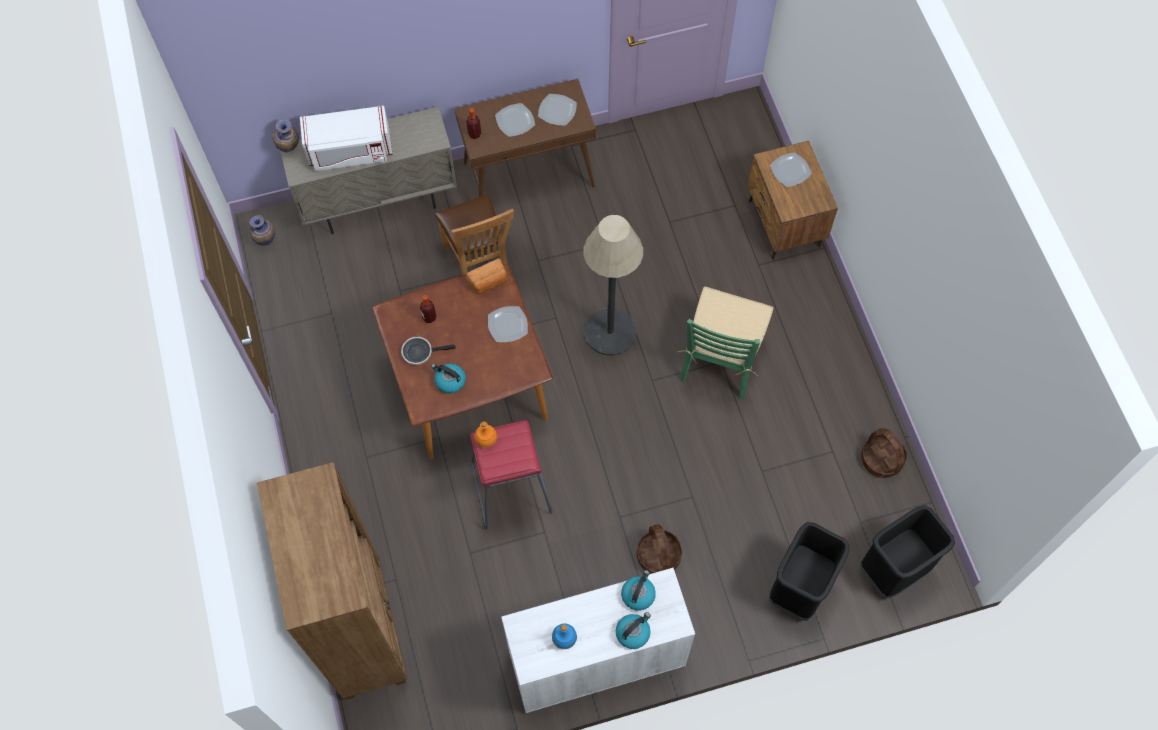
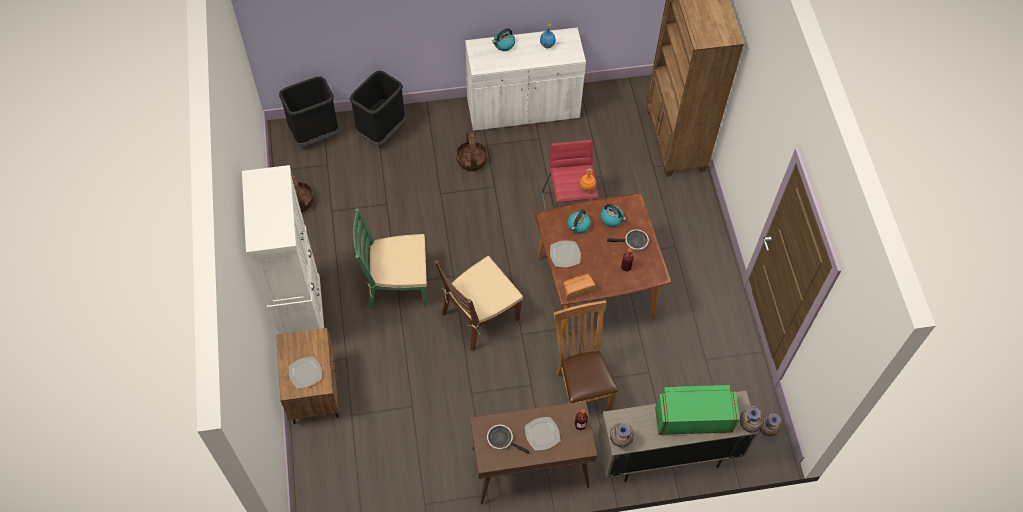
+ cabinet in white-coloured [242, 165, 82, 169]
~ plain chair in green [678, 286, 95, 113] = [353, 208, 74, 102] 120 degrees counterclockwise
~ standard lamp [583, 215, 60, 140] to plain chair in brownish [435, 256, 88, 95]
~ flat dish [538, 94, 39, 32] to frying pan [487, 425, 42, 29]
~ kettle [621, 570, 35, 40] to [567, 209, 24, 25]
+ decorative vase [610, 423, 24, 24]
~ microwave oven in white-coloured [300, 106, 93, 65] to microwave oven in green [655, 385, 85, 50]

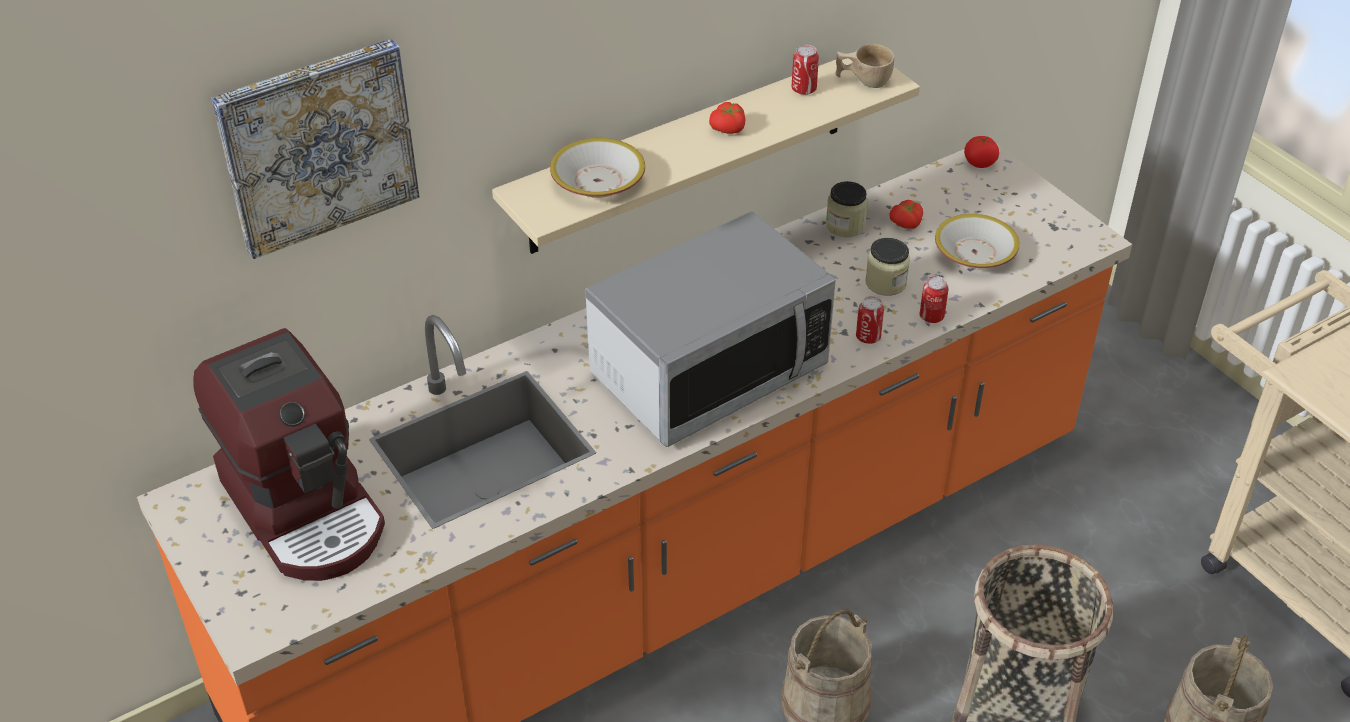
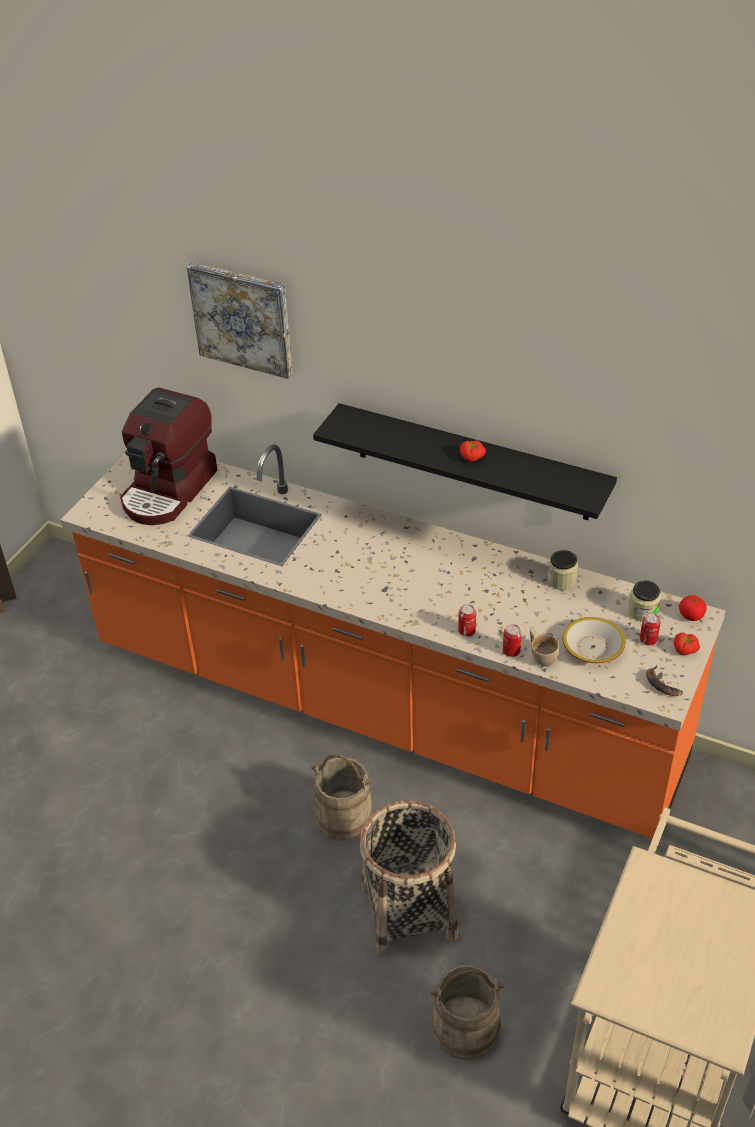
~ bracket shelf in sand-coloured [492, 58, 428, 196] to bracket shelf in black [313, 403, 304, 117]
~ cup in sand-coloured [835, 44, 59, 44] to [530, 627, 29, 40]
~ preserve jar [865, 238, 45, 58] to [628, 581, 33, 41]
~ metal can [792, 45, 27, 50] to [640, 613, 21, 32]
+ whole banana [646, 666, 37, 30]
~ whole tomato [889, 200, 34, 29] to [674, 632, 26, 23]
- deep dish [550, 138, 95, 60]
- microwave oven [585, 211, 251, 236]

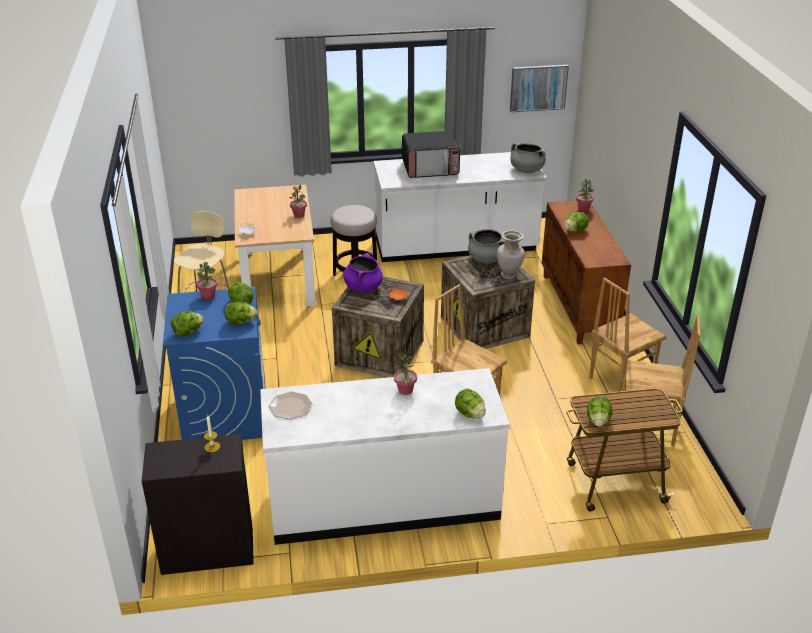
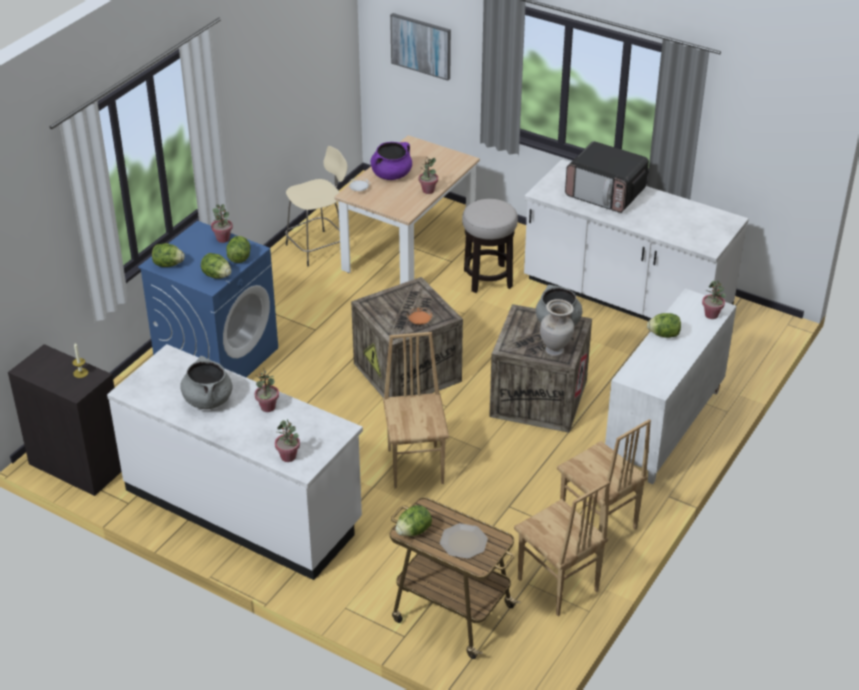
~ saucepot in greyish [510, 143, 36, 30] to [180, 356, 53, 53]
~ lettuce head [455, 389, 31, 29] to potted plant [275, 419, 25, 43]
~ saucepot in purple [343, 253, 40, 39] to [371, 142, 41, 38]
~ wall picture [510, 65, 59, 47] to [390, 13, 61, 68]
~ flat dish [269, 392, 44, 28] to [440, 523, 48, 36]
~ plain chair in brownish [589, 277, 77, 115] = [557, 419, 94, 114] 135 degrees counterclockwise
~ cabinet in brownish [542, 200, 89, 145] to cabinet in white-coloured [605, 288, 132, 196]

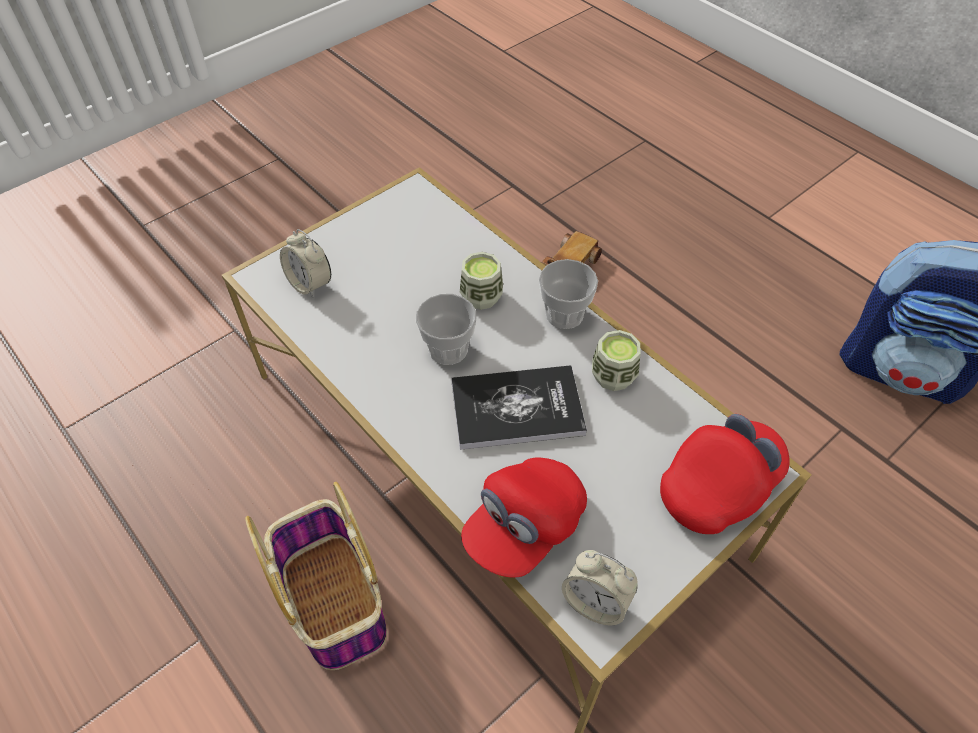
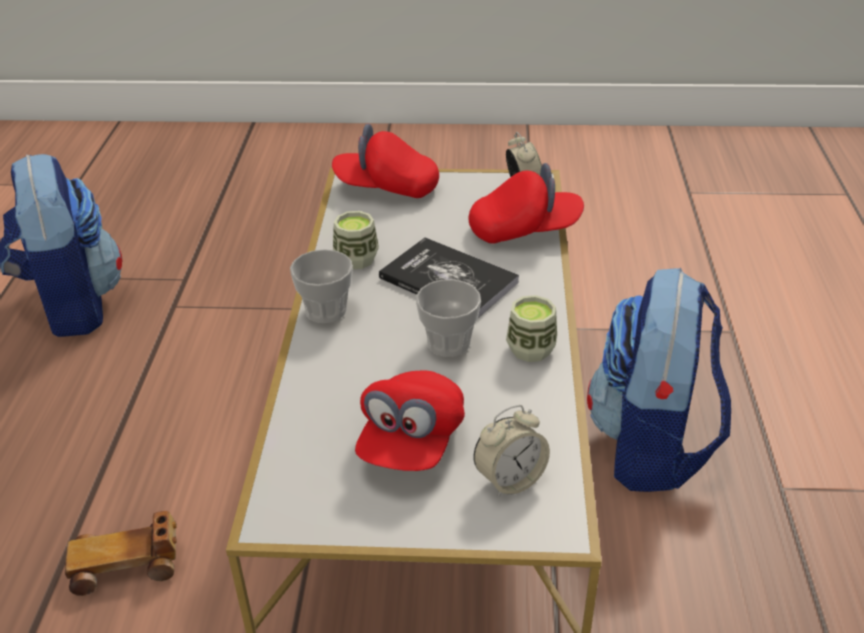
+ cap in red [355, 371, 110, 100]
~ table clock [280, 229, 51, 69] = [474, 405, 76, 93] 60 degrees clockwise
~ cup [460, 252, 43, 58] to [506, 295, 51, 67]
~ basket [245, 482, 142, 188] to knapsack [587, 268, 144, 224]

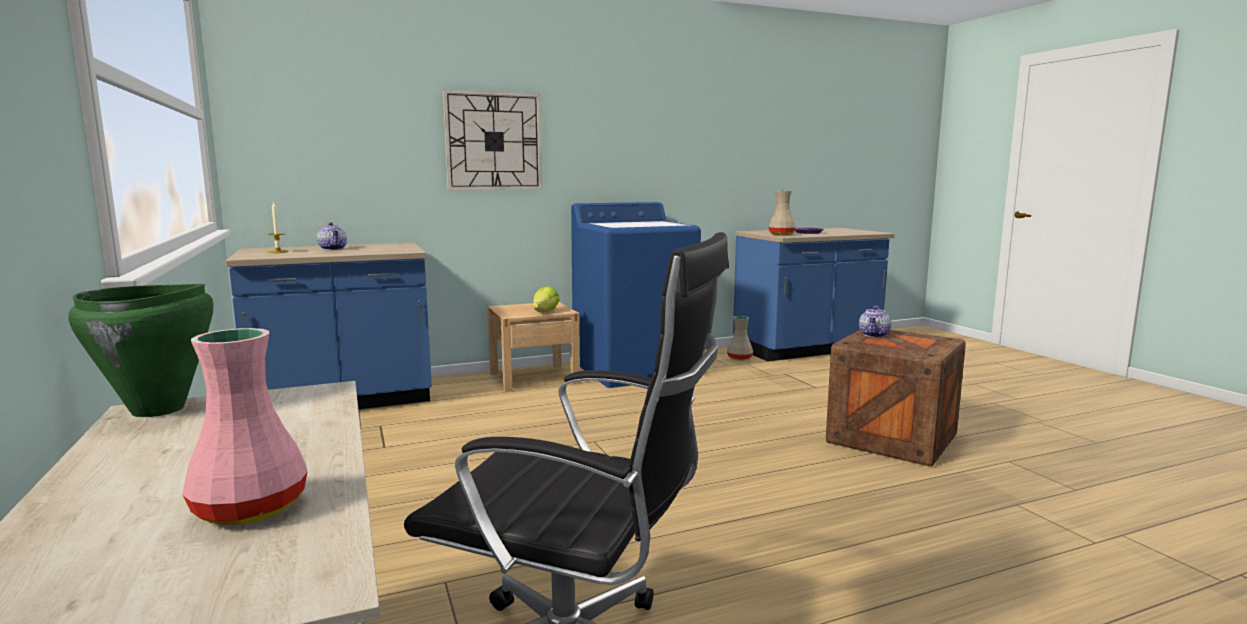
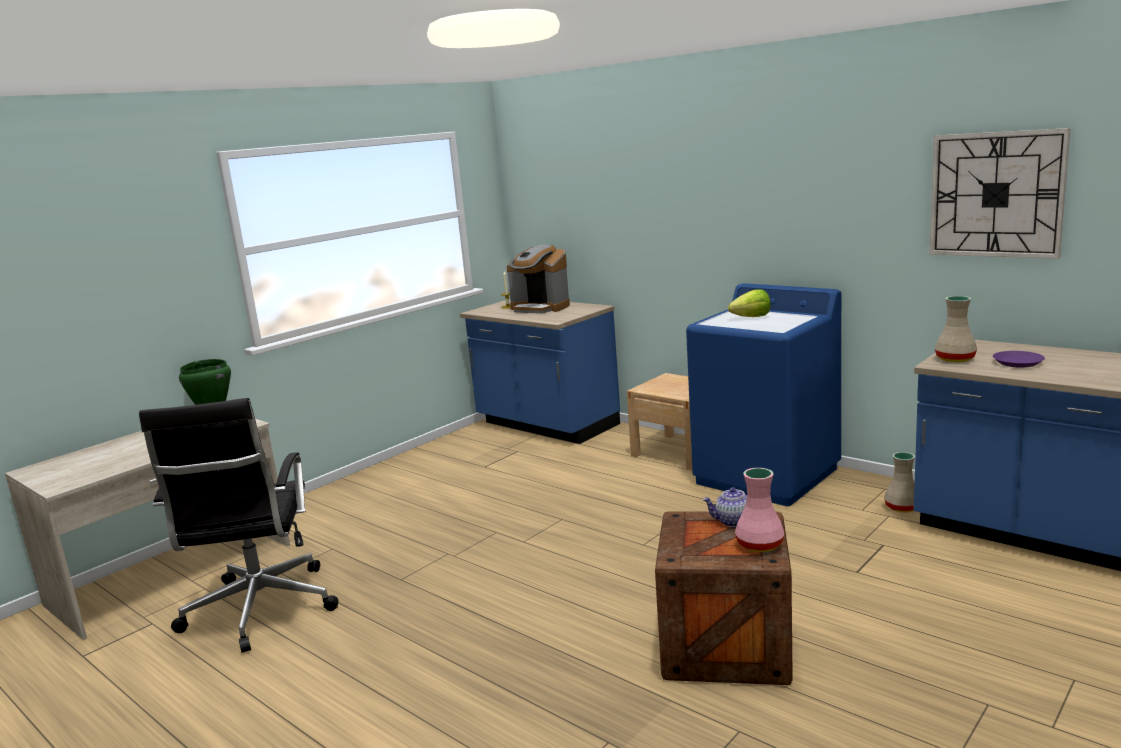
~ pot for tea [317, 222, 30, 28] to coffee maker [507, 245, 63, 69]
~ lettuce head [533, 286, 26, 26] to [728, 289, 43, 28]
~ decorative vase in pink [182, 328, 126, 197] to [735, 468, 49, 84]
~ clock on the wall [443, 89, 99, 102] to [929, 128, 141, 131]

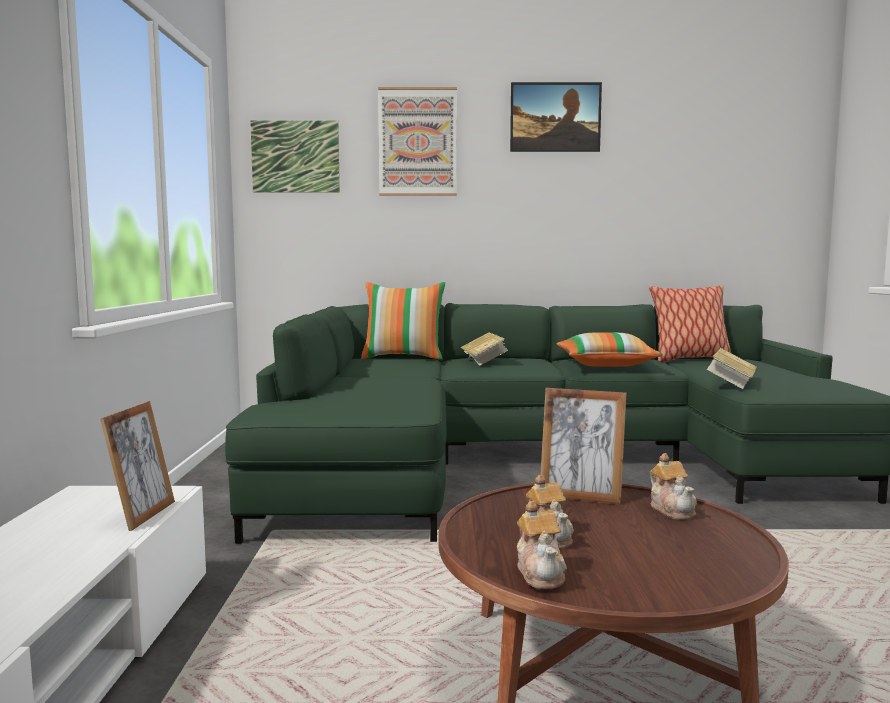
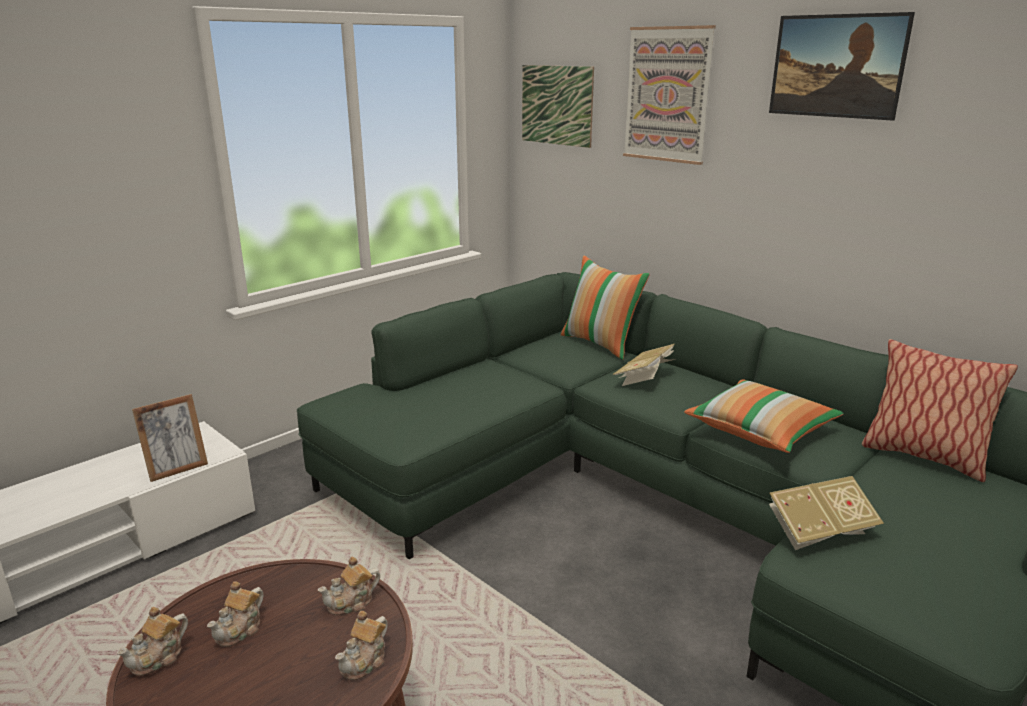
~ standing frame [541, 388, 85, 117] to pot for tea [318, 556, 62, 59]

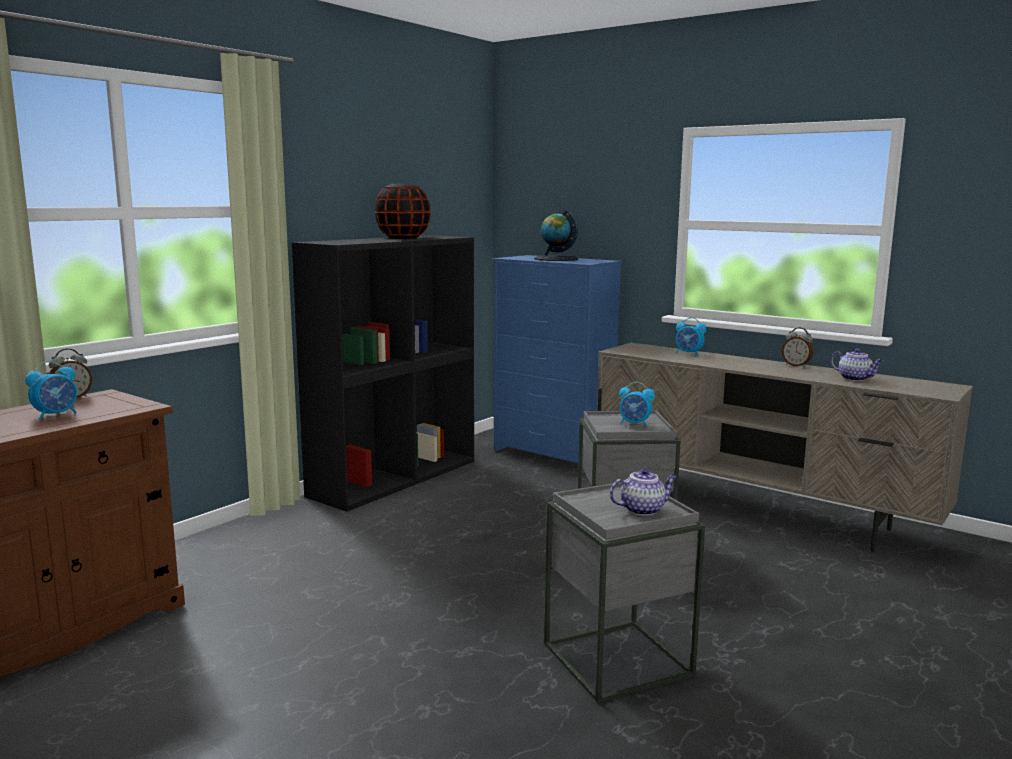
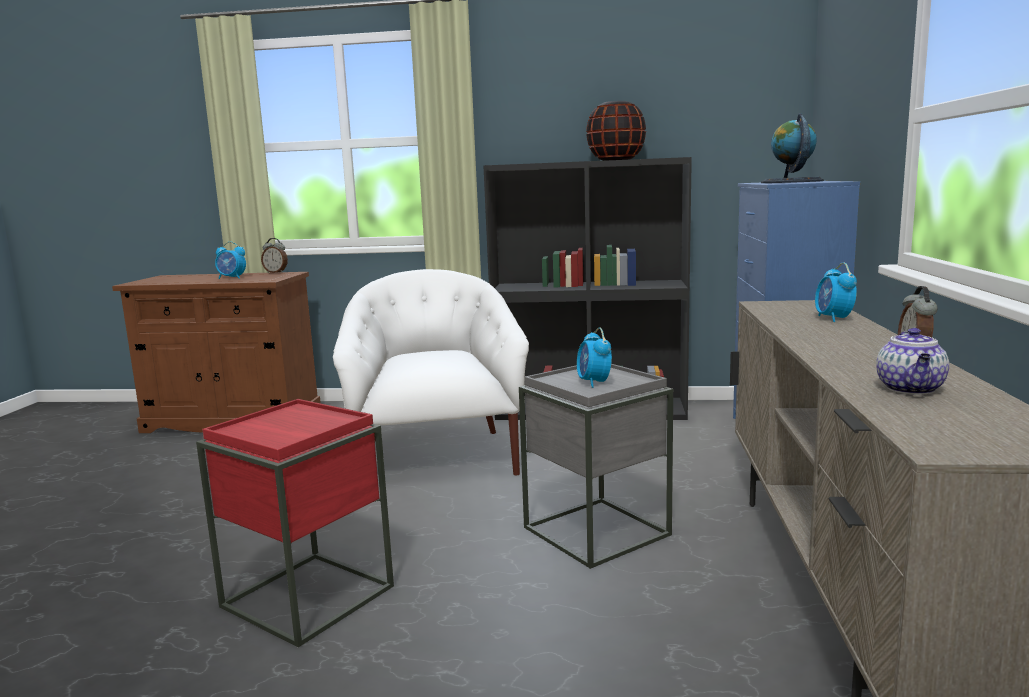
~ accent table in greyish [544, 482, 161, 221] to accent table in red [196, 399, 198, 249]
+ armchair in white-coloured [333, 269, 196, 207]
- pot for tea [610, 468, 67, 48]

